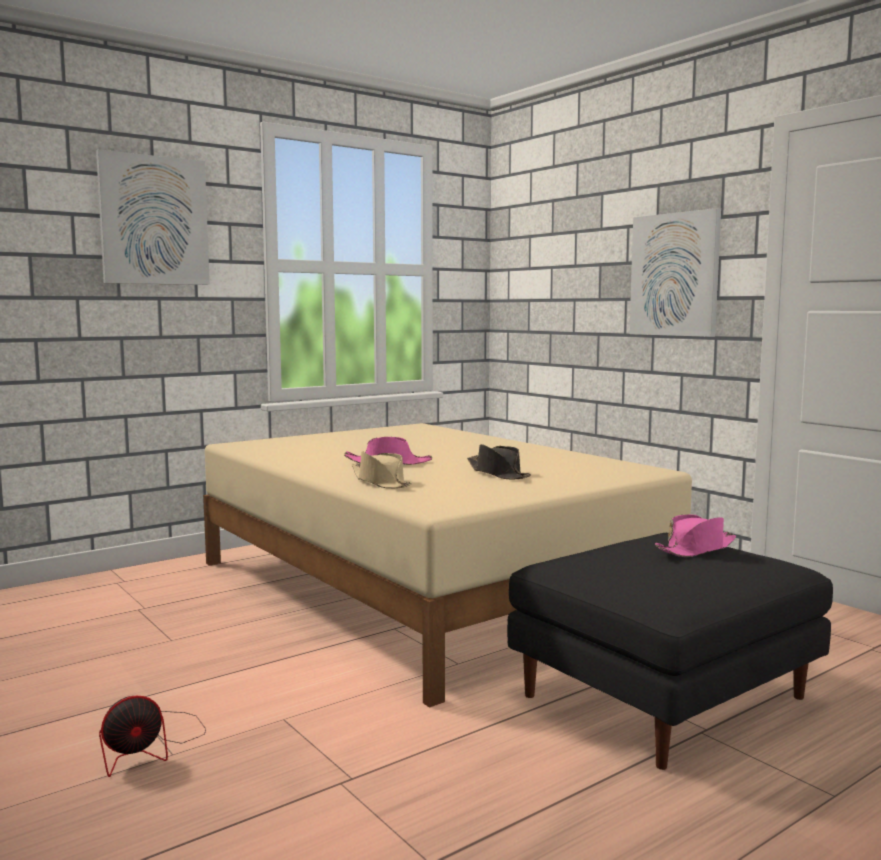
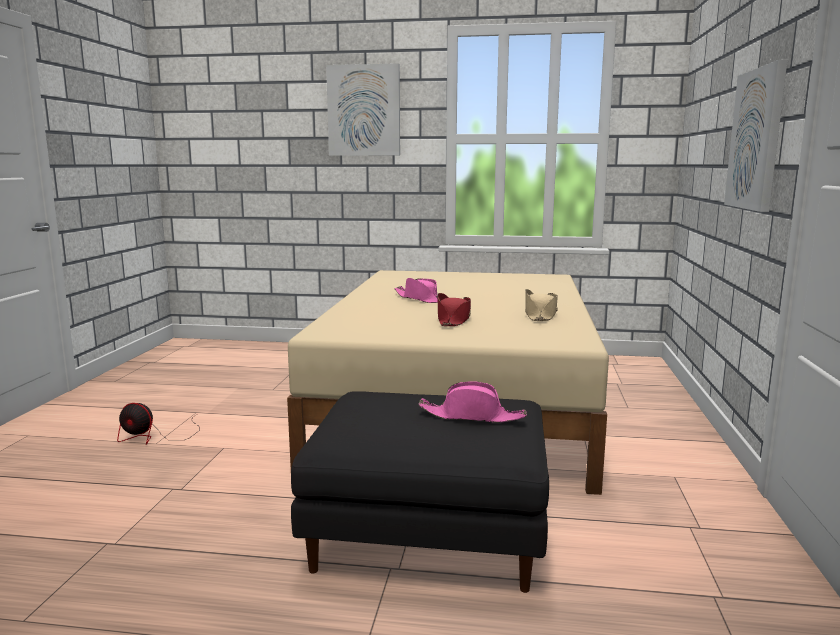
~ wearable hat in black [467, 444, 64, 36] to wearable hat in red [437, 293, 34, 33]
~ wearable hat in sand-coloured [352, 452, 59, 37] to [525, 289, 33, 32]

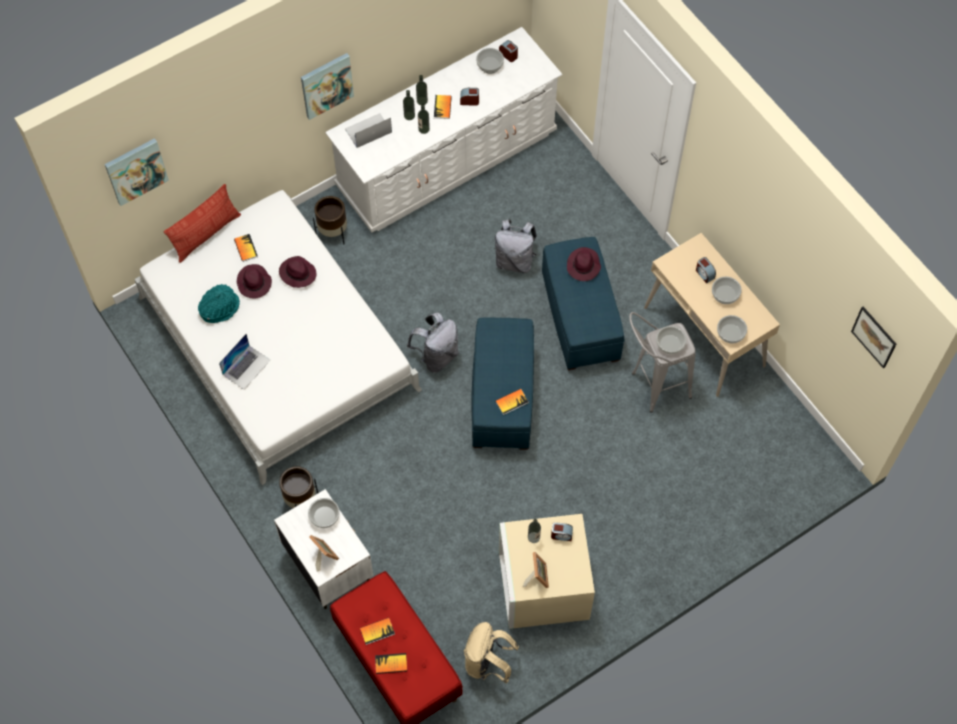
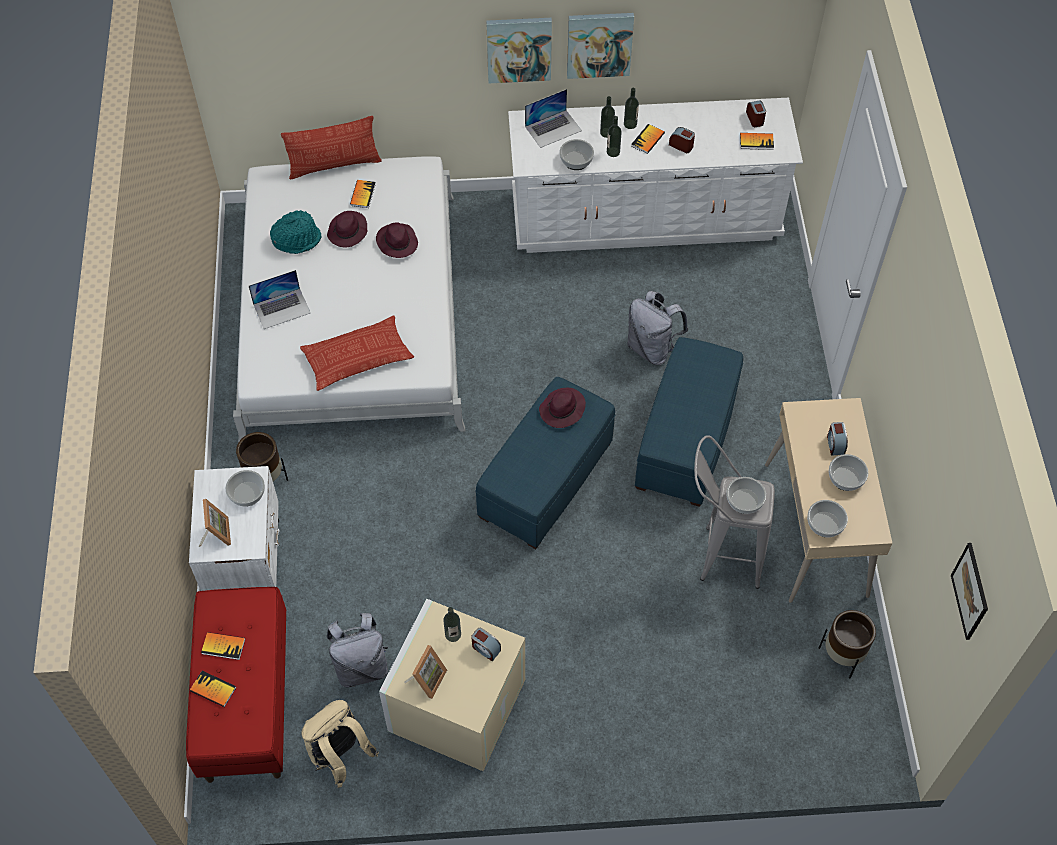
+ cushion [300, 315, 114, 76]
~ knapsack in greyish [407, 313, 52, 60] to [326, 613, 62, 75]
~ portable computer [345, 113, 47, 35] = [525, 89, 57, 59] 150 degrees clockwise
~ wearable hat in purple [567, 247, 34, 34] to [539, 388, 47, 40]
~ deep dish [476, 48, 28, 26] to [560, 139, 34, 31]
~ wall picture [105, 138, 64, 68] to [567, 13, 67, 66]
~ volume [495, 389, 34, 26] to [740, 133, 34, 17]
~ planter in brownish [313, 196, 34, 48] to [818, 610, 58, 69]

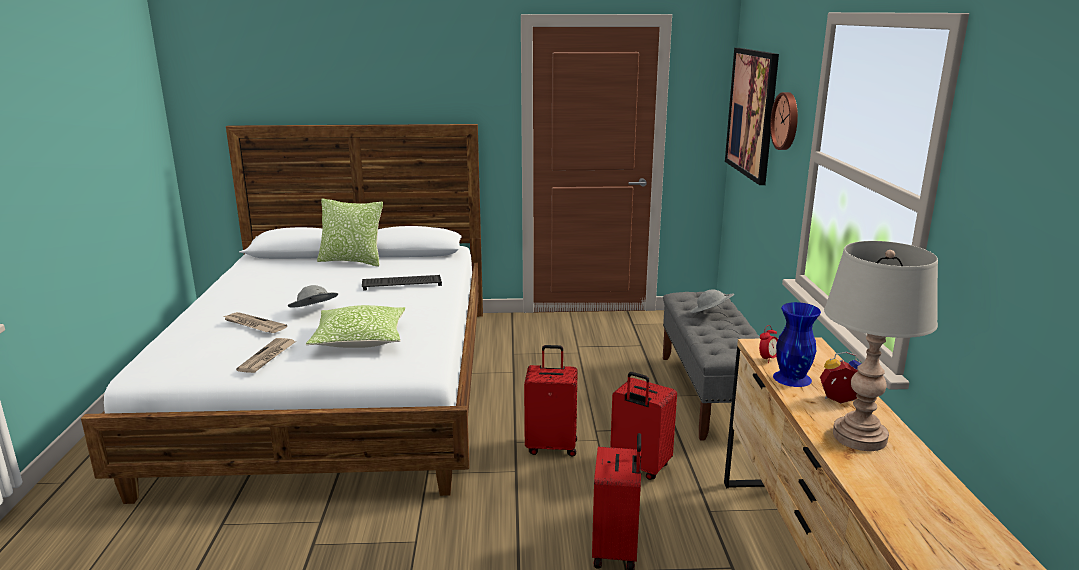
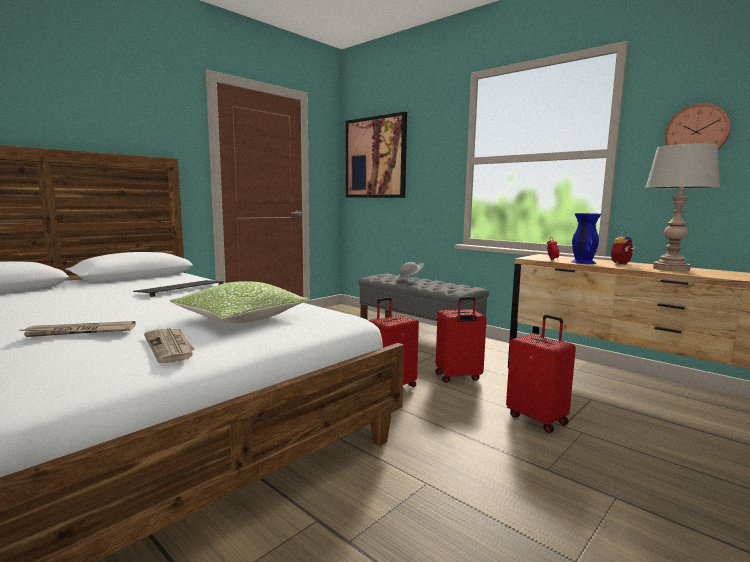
~ clock on the wall [770, 92, 28, 58] to [665, 103, 65, 47]
- wearable hat in greyish [288, 285, 50, 22]
- cushion [317, 199, 66, 68]

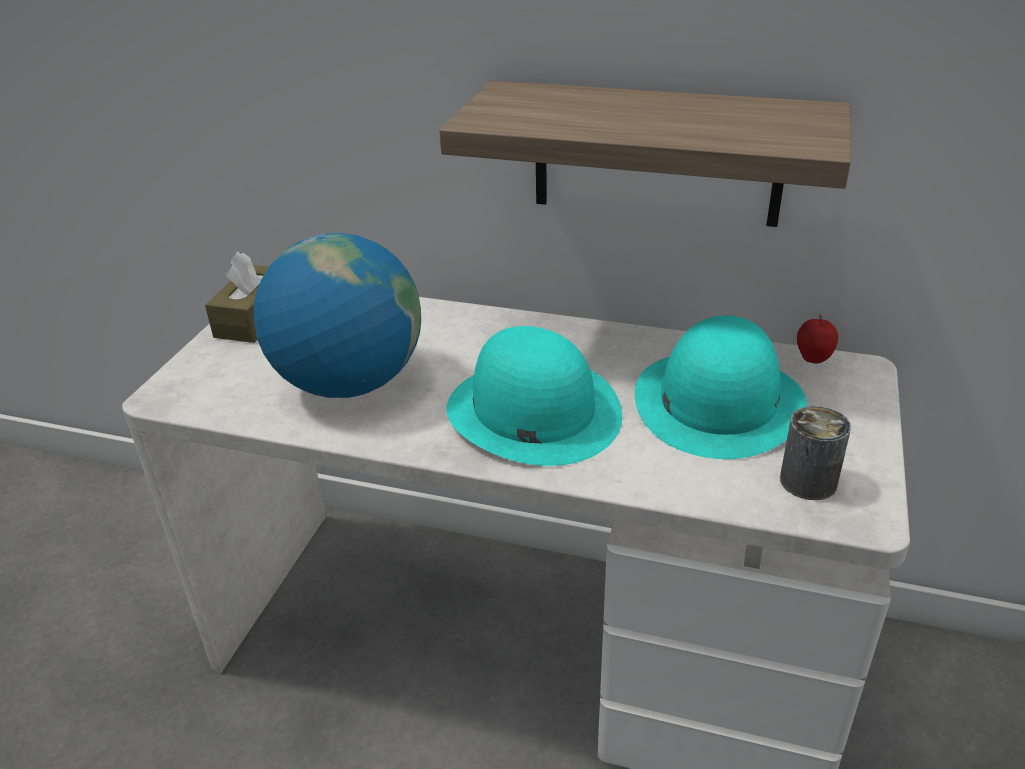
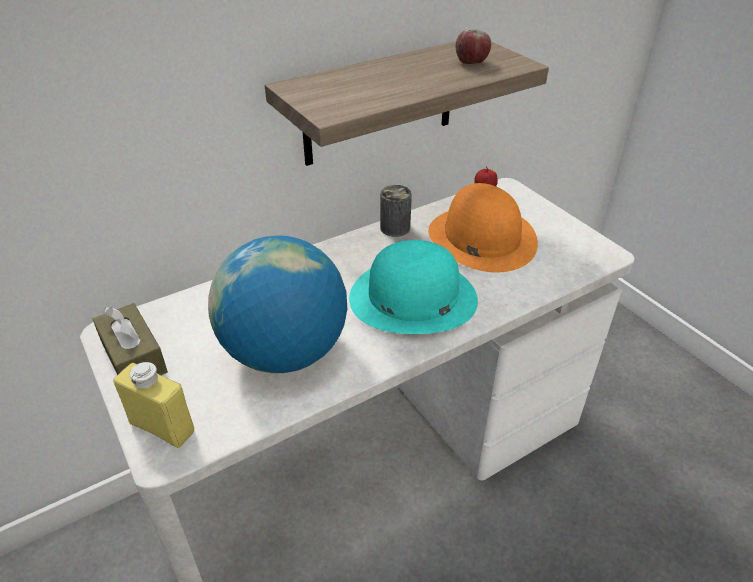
+ drink bottle in yellow-coloured [113, 362, 81, 86]
~ metal can [780, 406, 71, 94] to [380, 185, 32, 52]
~ wearable hat in turquoise [635, 315, 172, 144] to wearable hat in orangey [428, 183, 110, 90]
+ apple [456, 29, 35, 35]

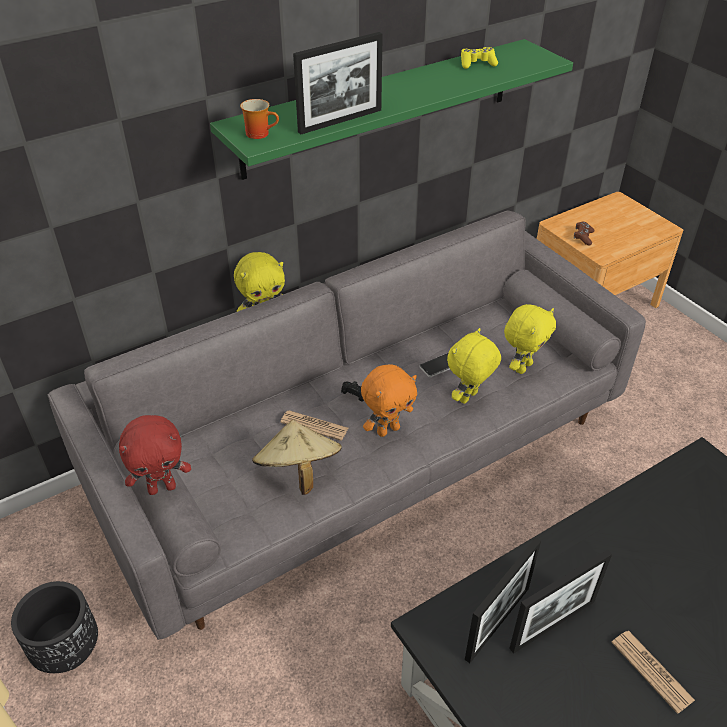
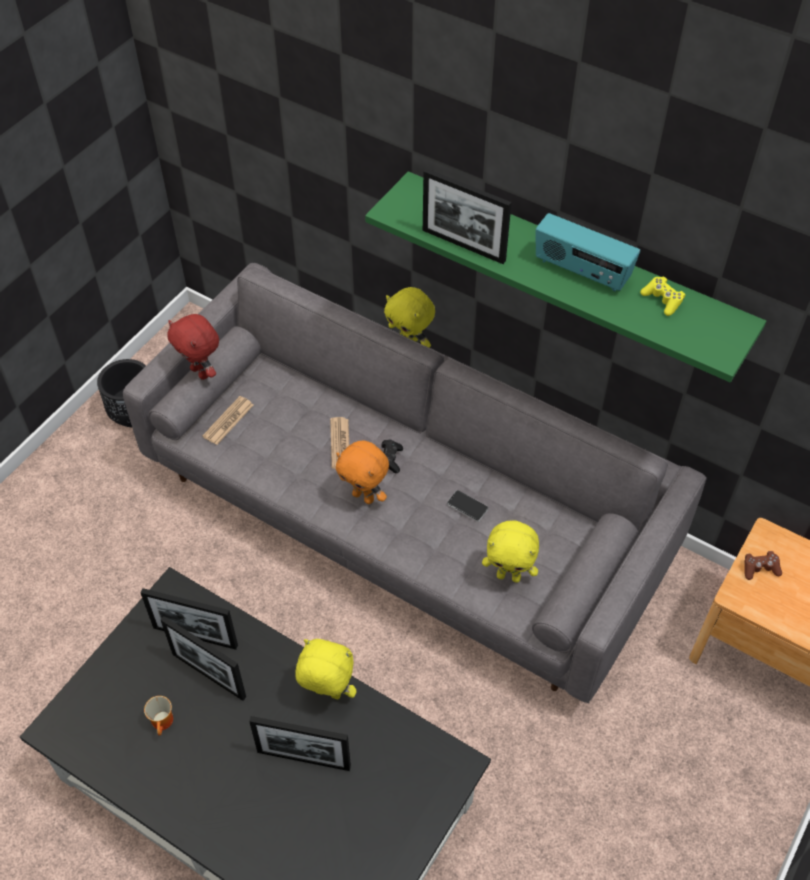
~ coffee mug [240, 99, 39, 40] to [144, 696, 29, 39]
~ newspaper [611, 631, 84, 83] to [202, 396, 51, 49]
+ standing frame [249, 716, 102, 55]
~ cuddly toy in yellow-coloured [447, 328, 54, 76] to [295, 639, 62, 60]
+ radio receiver [536, 213, 104, 79]
- wearable hat in sand-coloured [252, 420, 90, 75]

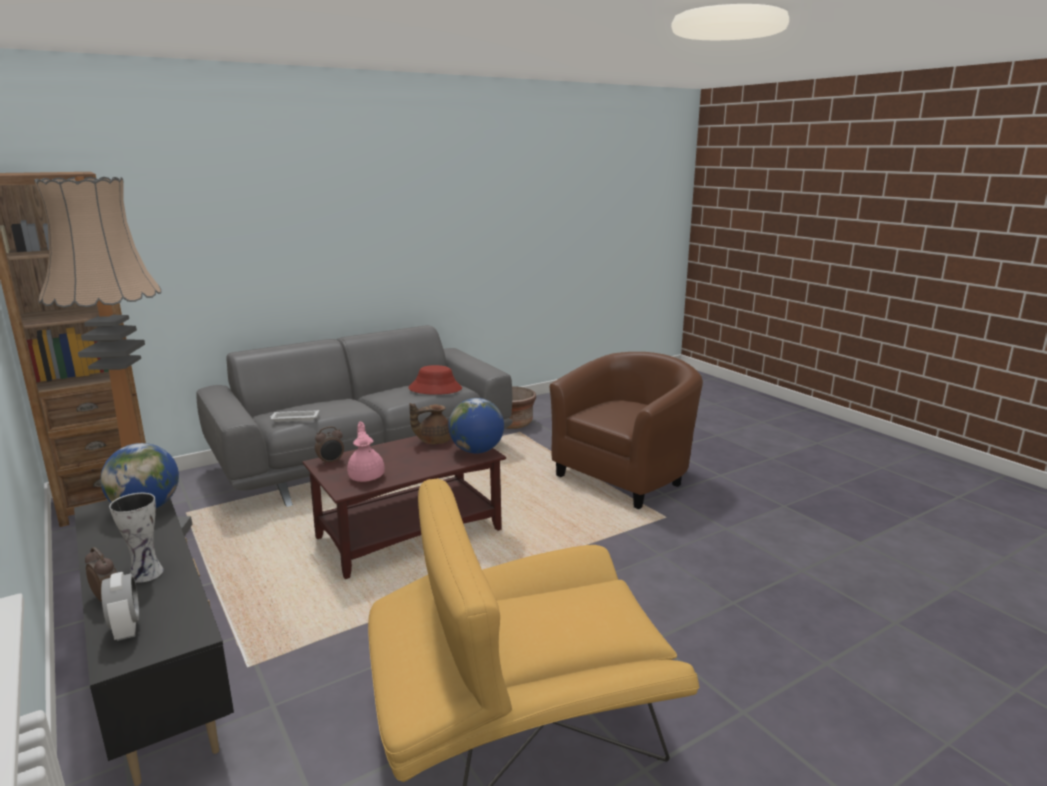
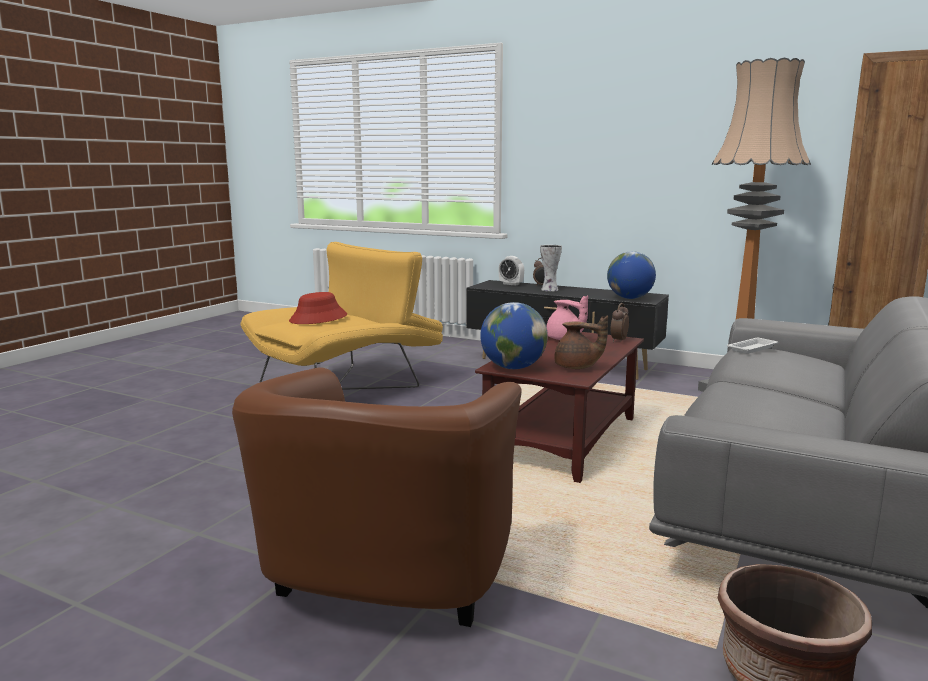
~ wearable hat in red [408, 365, 54, 30] to [289, 292, 58, 32]
~ pot for tea in brownish [409, 403, 42, 41] = [554, 315, 54, 54] 75 degrees clockwise

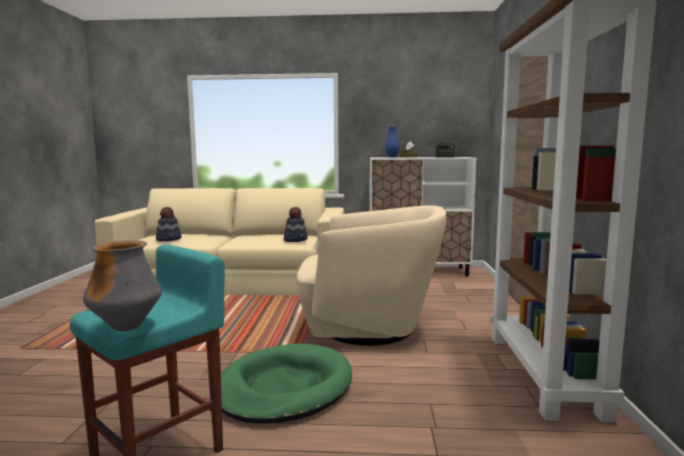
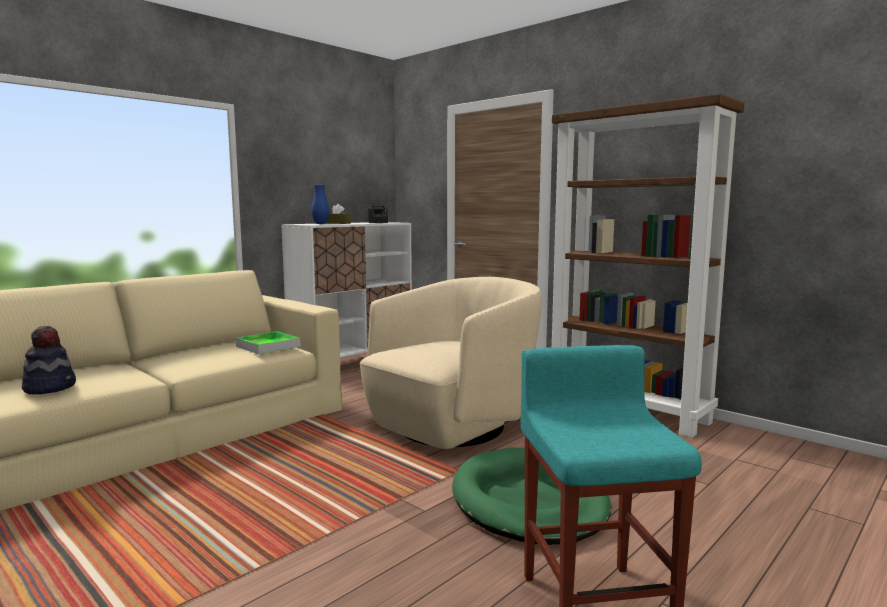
~ wearable hat [284, 207, 24, 35] to tray [236, 331, 64, 23]
- decorative vase [83, 240, 79, 91]

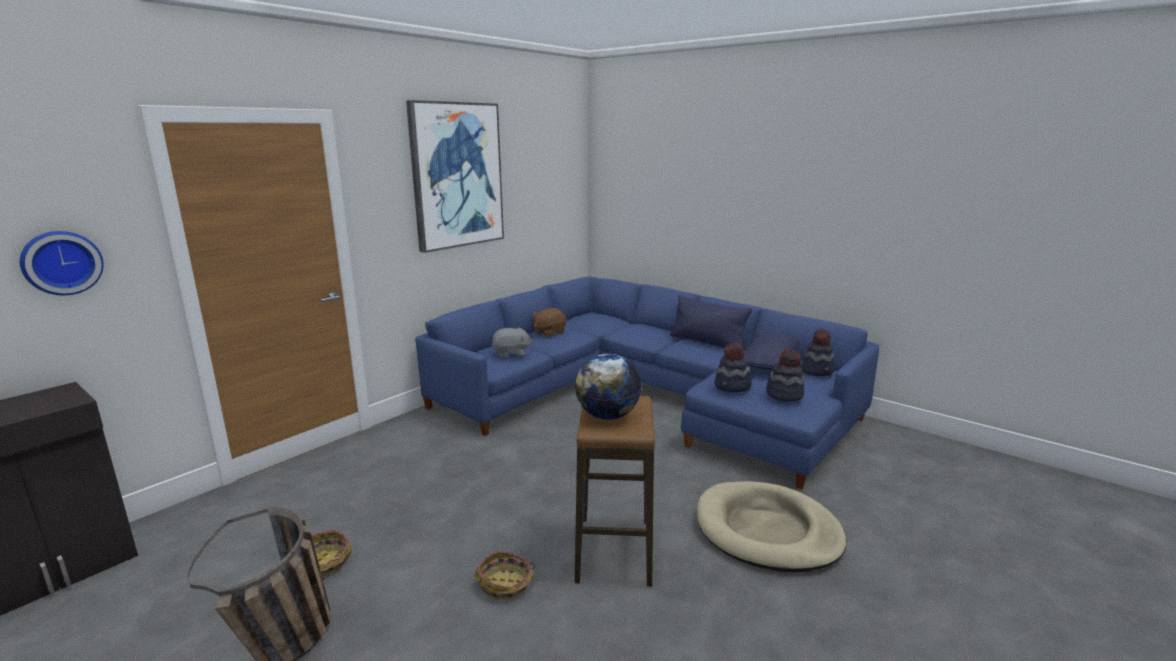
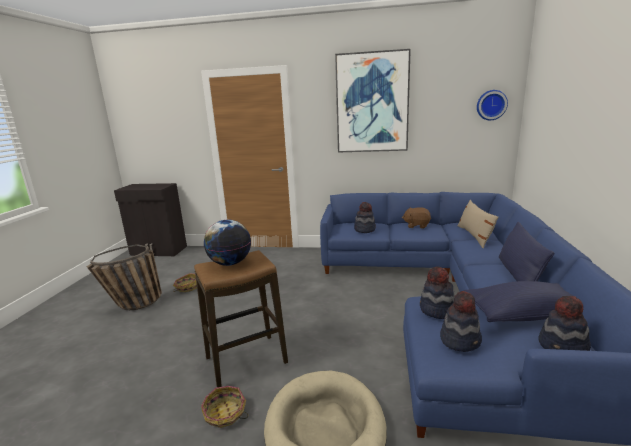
~ basket [474, 550, 61, 50] to [201, 386, 47, 42]
~ cuddly toy in greyish [492, 327, 40, 32] to wearable hat [354, 202, 22, 31]
+ cushion in sand-coloured [458, 200, 40, 48]
~ clock on the wall [20, 231, 84, 64] to [477, 90, 31, 30]

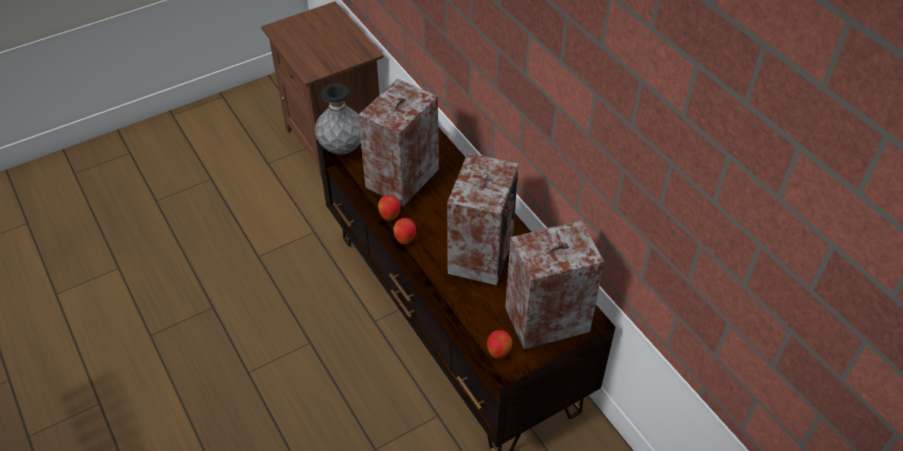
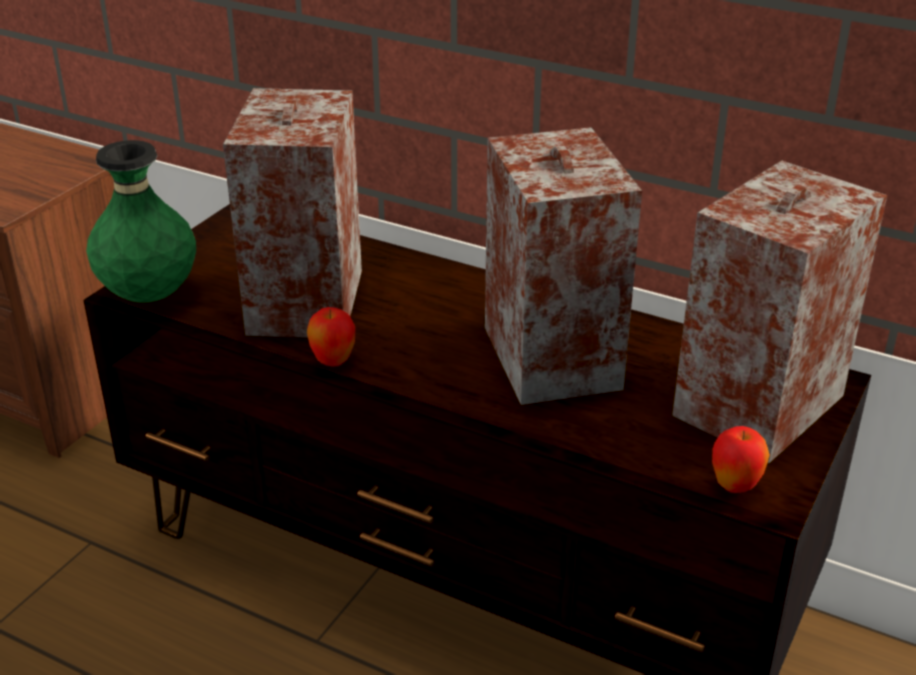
~ decorative vase in greyish [315, 83, 46, 72] to decorative vase in green [86, 140, 110, 163]
- apple [393, 218, 23, 26]

